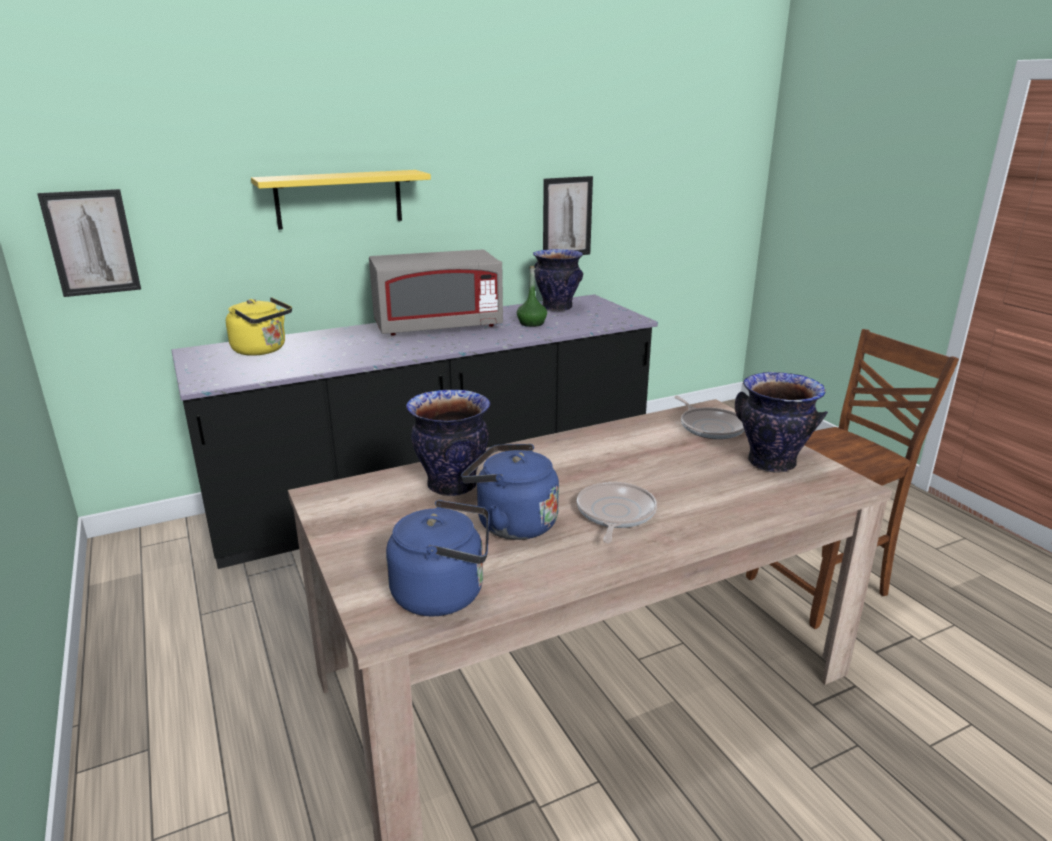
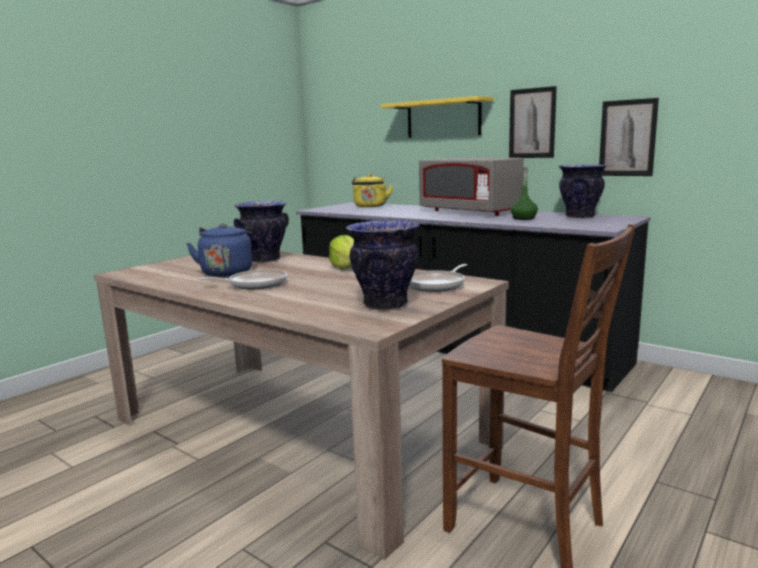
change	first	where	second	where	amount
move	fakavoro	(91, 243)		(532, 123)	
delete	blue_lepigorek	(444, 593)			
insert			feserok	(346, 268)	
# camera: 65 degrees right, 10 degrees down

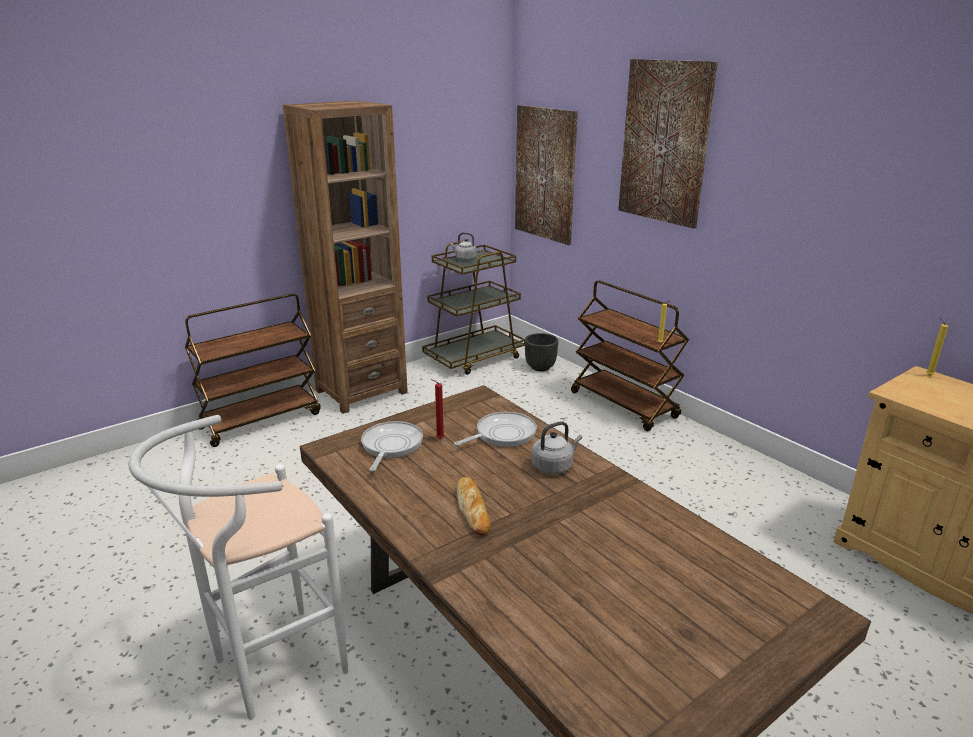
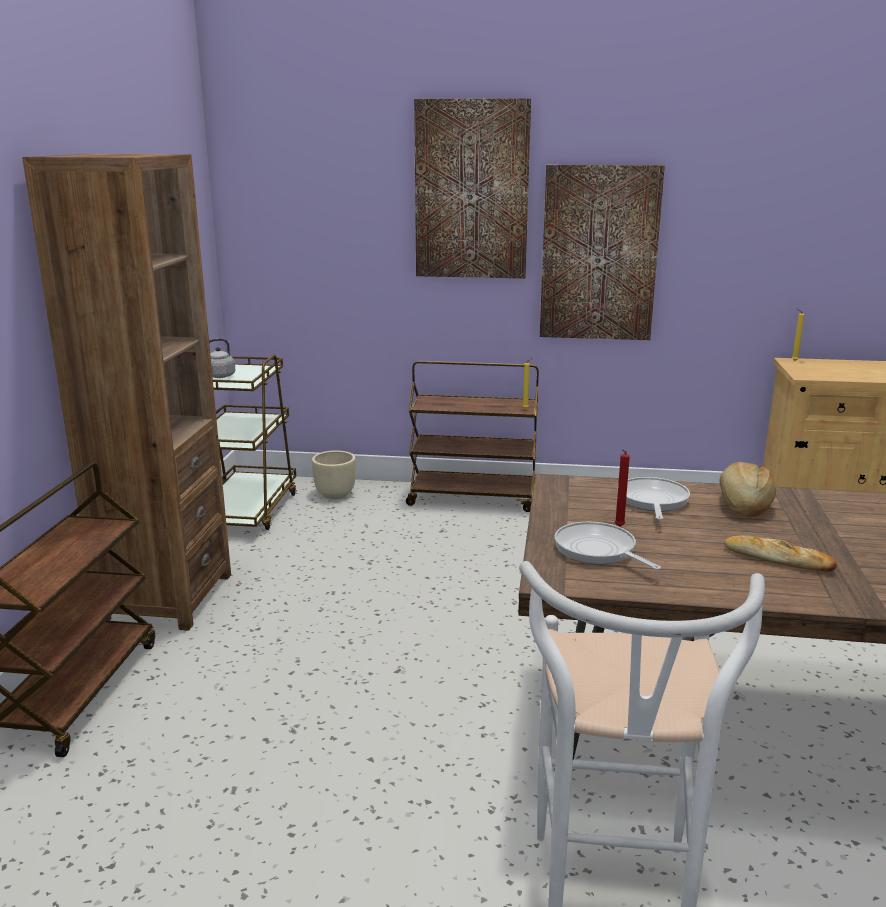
change	first	where	second	where	amount
move	fakavoro	(545, 174)		(599, 254)	
recolor	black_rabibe	(541, 367)	beige_rabibe	(335, 494)	
replace	grey_lepigorek	(554, 466)	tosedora	(743, 505)	
# camera: 45 degrees left, 5 degrees down

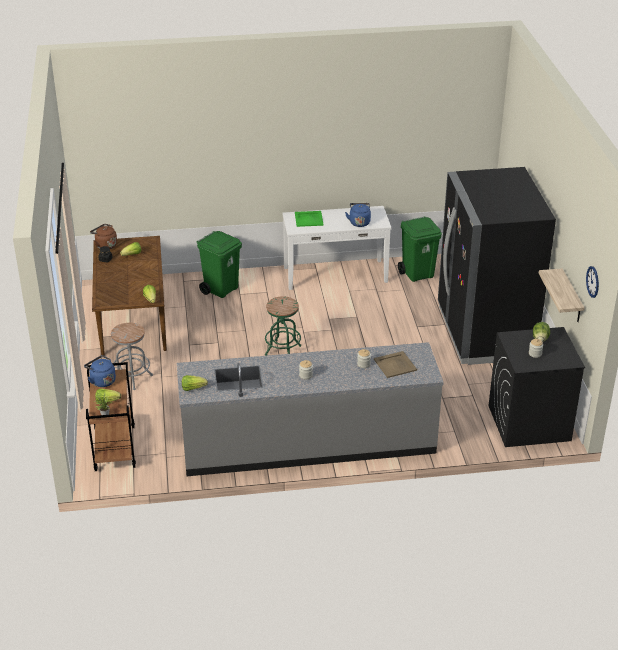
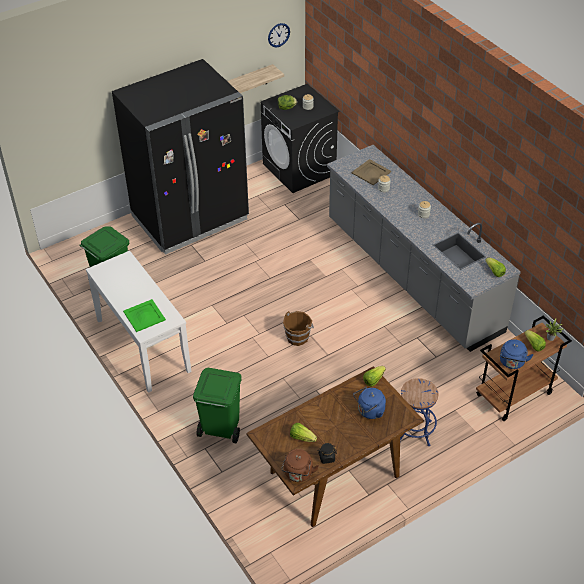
change	first	where	second	where	amount
move	blue_lepigorek	(359, 222)		(369, 411)	
replace	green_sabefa	(283, 350)	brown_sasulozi	(298, 337)	
recolor	grey_sabefa	(132, 377)	blue_sabefa	(414, 431)	
# camera: 115 degrees left, 10 degrees up

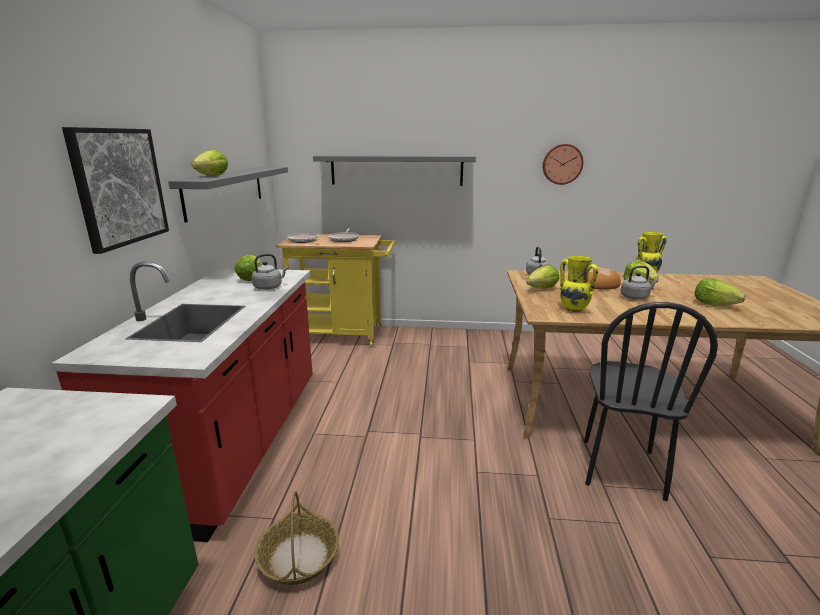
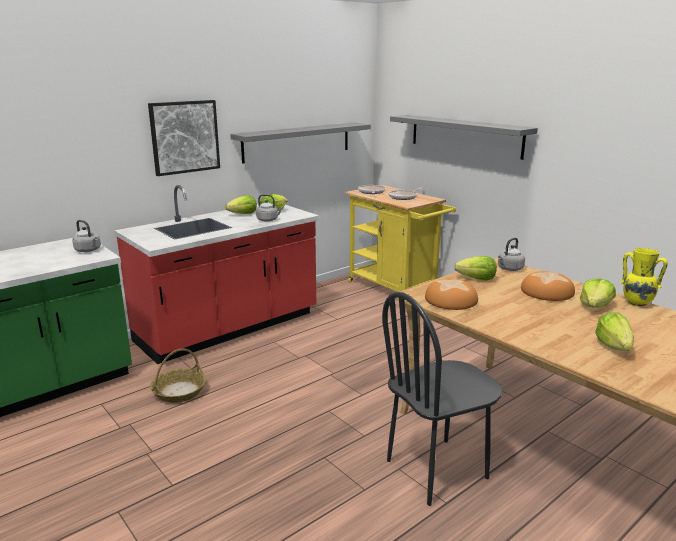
change	first	where	second	where	amount
delete	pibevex	(562, 164)			
move	feserok	(212, 176)		(243, 214)	
replace	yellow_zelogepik	(573, 309)	tosedora	(451, 300)	
move	grey_lepigorek	(635, 297)		(88, 250)	
# camera: 45 degrees right, 0 degrees up

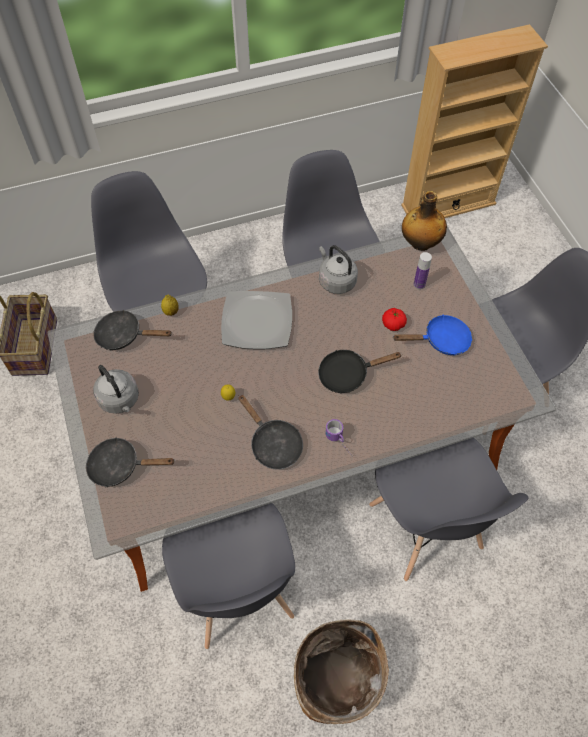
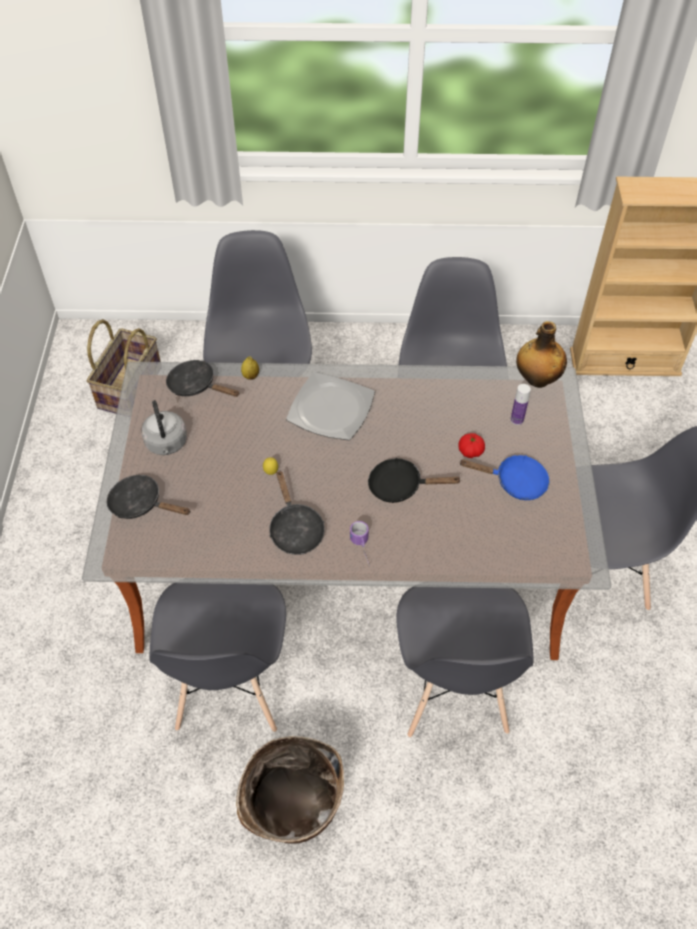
change	first	where	second	where	amount
delete	grey_lepigorek	(335, 281)			
# camera: 20 degrees right, 5 degrees down

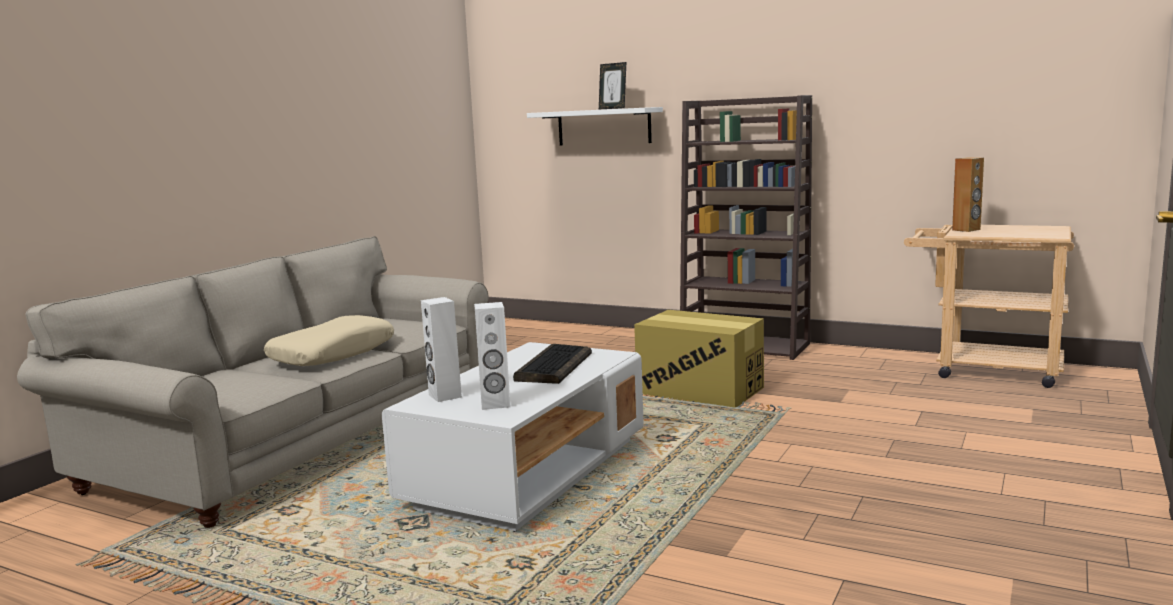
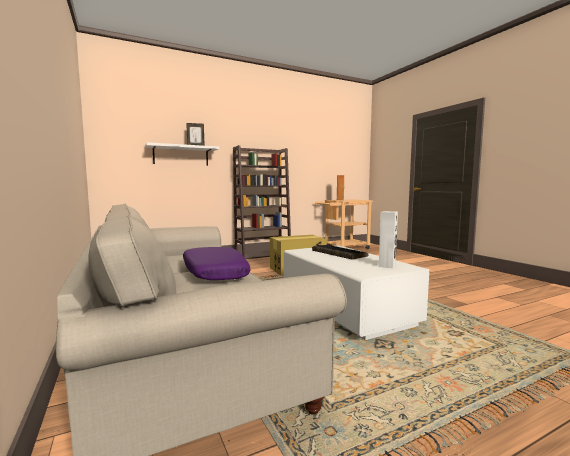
change	first	where	second	where	amount
delete	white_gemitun	(444, 396)			
recolor	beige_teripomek	(332, 354)	purple_teripomek	(213, 273)	
# camera: 55 degrees left, 5 degrees down

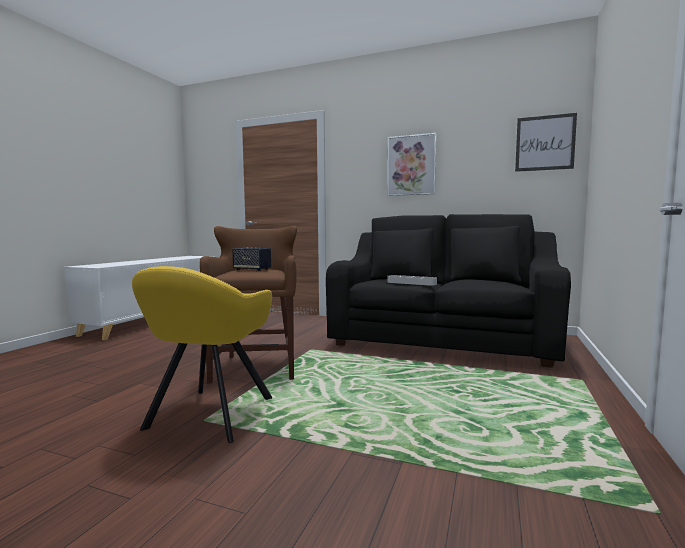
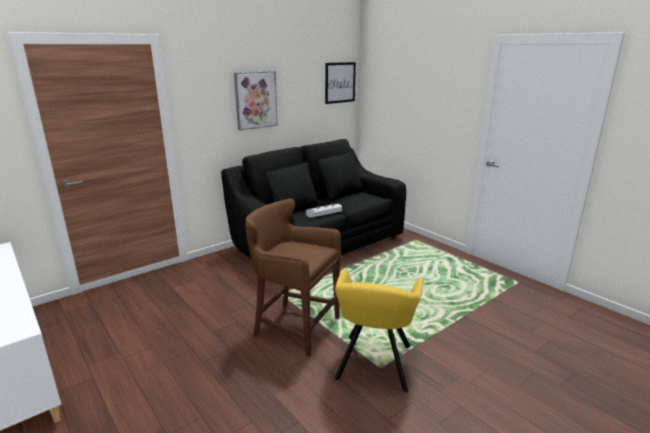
change	first	where	second	where	amount
delete	gemitun	(252, 269)			
rotate	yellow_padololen	(207, 416)		(373, 365)	60 degrees clockwise
# camera: 60 degrees left, 15 degrees up

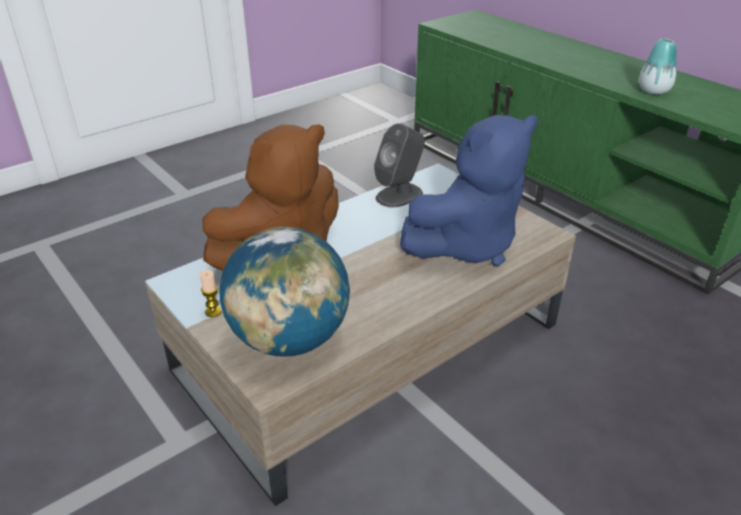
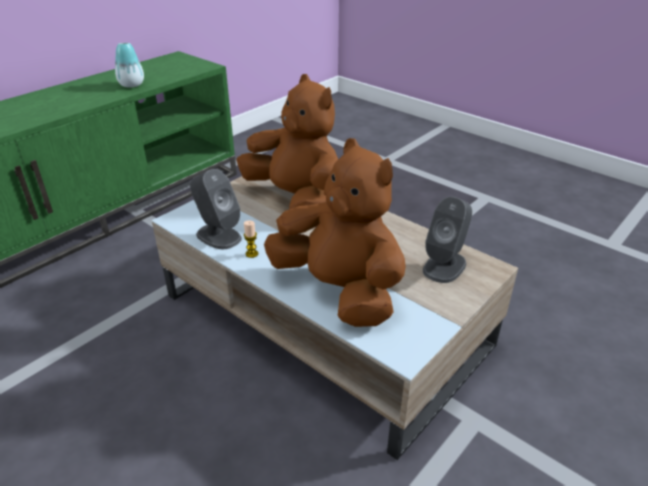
change	first	where	second	where	amount
recolor	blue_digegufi	(467, 245)	brown_digegufi	(296, 200)	
replace	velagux	(289, 339)	grey_gemitun	(444, 266)	
move	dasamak	(213, 312)		(252, 254)	
# camera: 100 degrees left, 0 degrees up

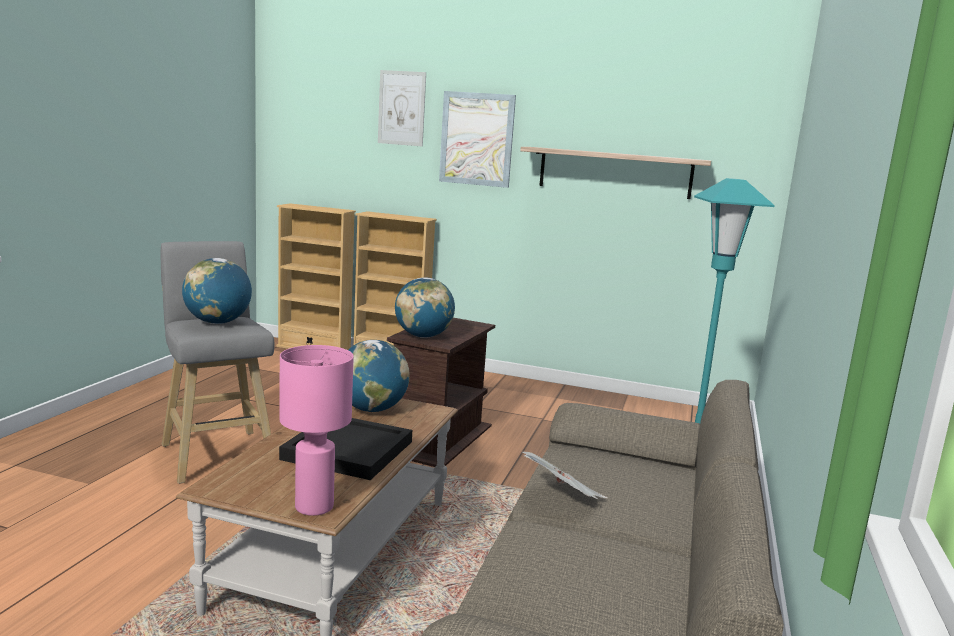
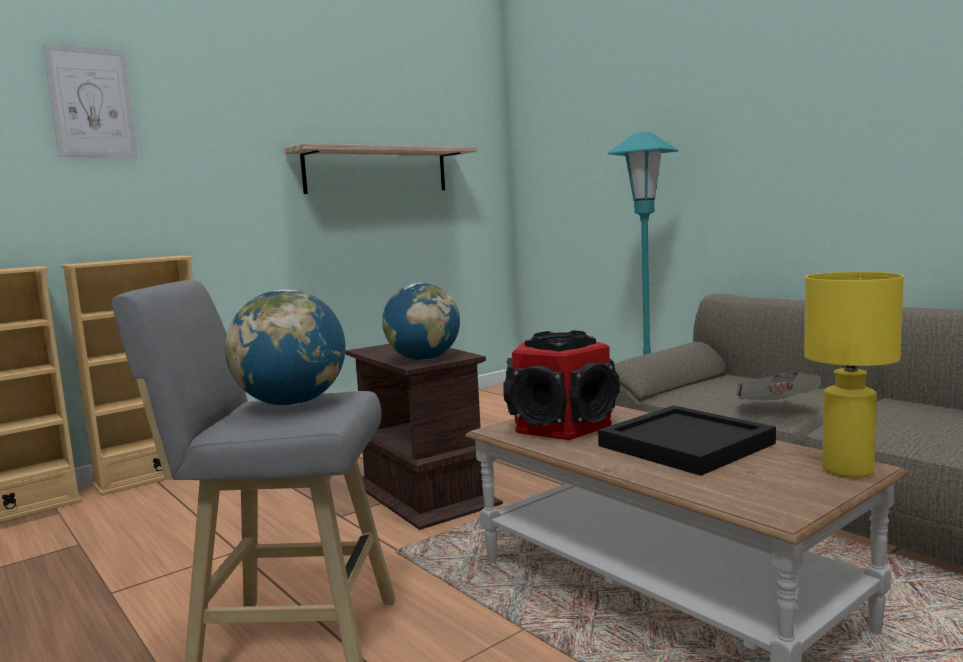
change	first	where	second	where	amount
delete	fakavoro	(477, 139)			
replace	velagux	(372, 409)	gemitun	(561, 425)	
recolor	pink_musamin	(315, 506)	yellow_musamin	(847, 470)	
# camera: 55 degrees left, 5 degrees down

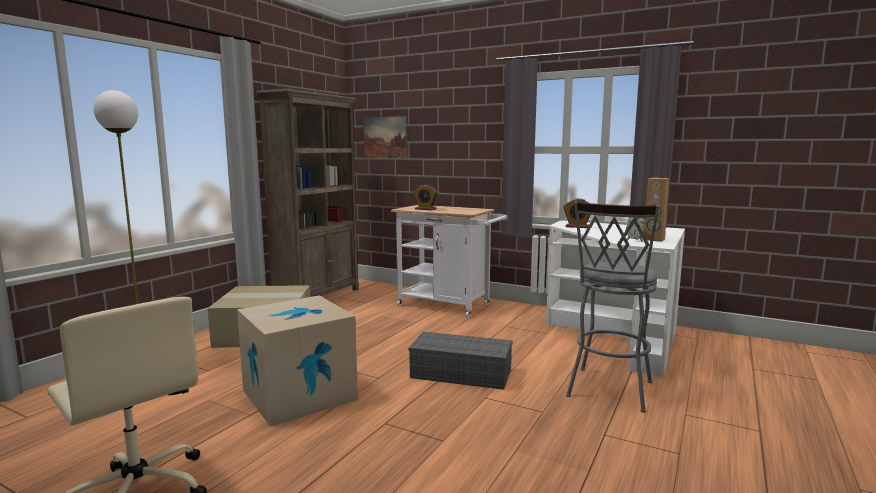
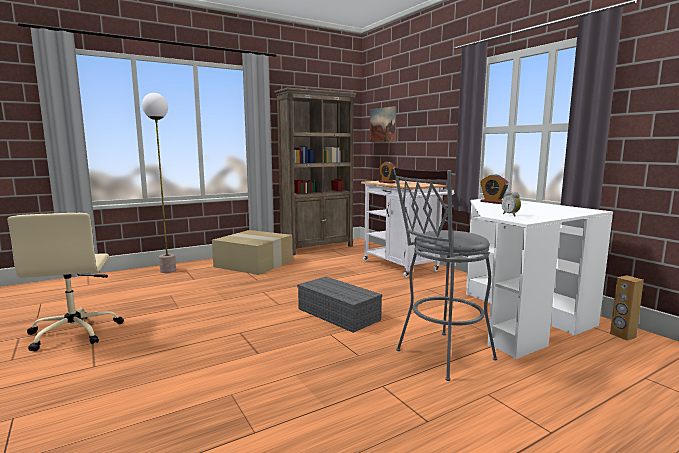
change	first	where	second	where	amount
move	brown_gemitun	(654, 239)		(622, 335)	
delete	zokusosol	(299, 395)			
# camera: 30 degrees right, 0 degrees up

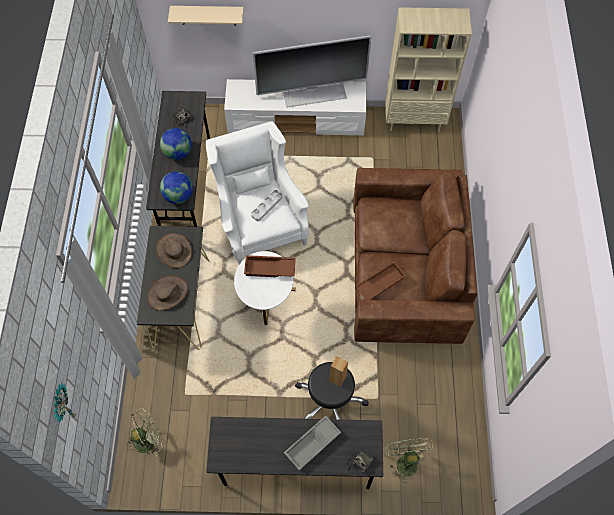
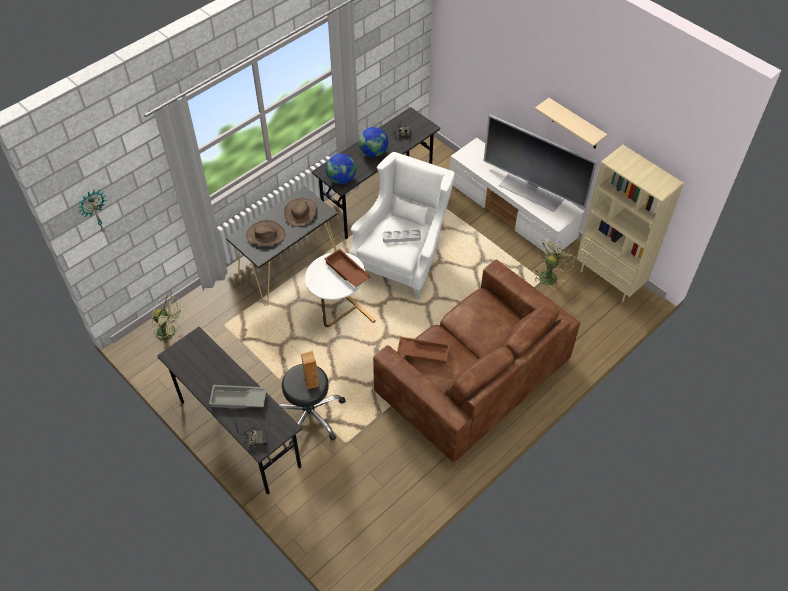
change	first	where	second	where	amount
move	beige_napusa	(208, 15)		(575, 125)	
move	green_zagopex	(404, 460)		(549, 275)	
# camera: 45 degrees right, 10 degrees down

